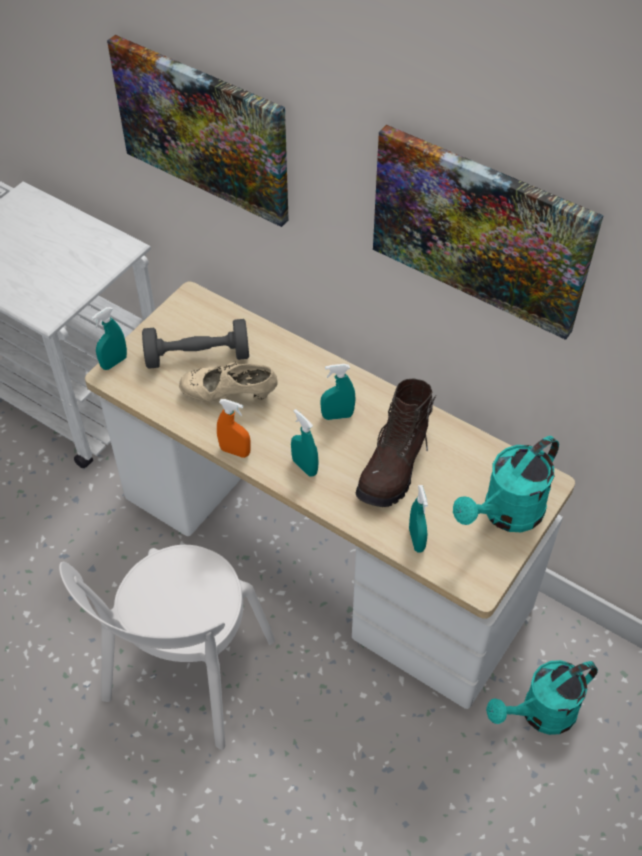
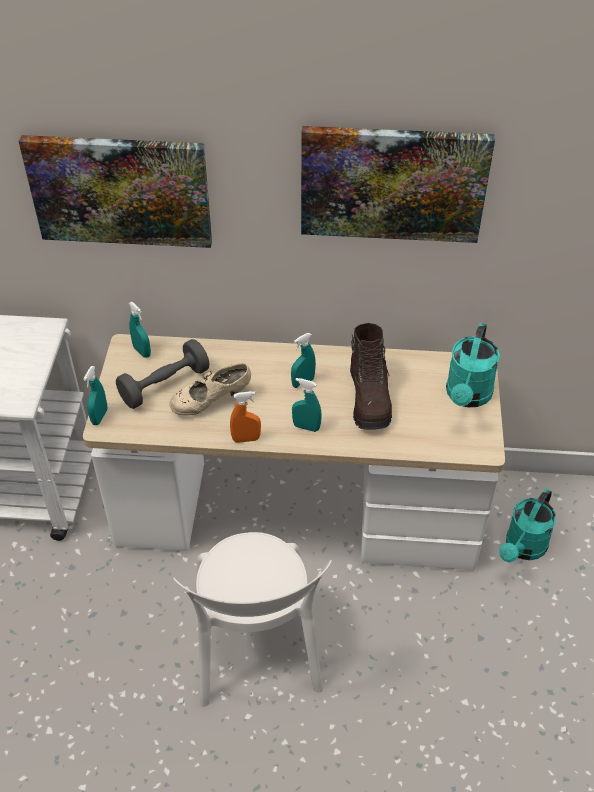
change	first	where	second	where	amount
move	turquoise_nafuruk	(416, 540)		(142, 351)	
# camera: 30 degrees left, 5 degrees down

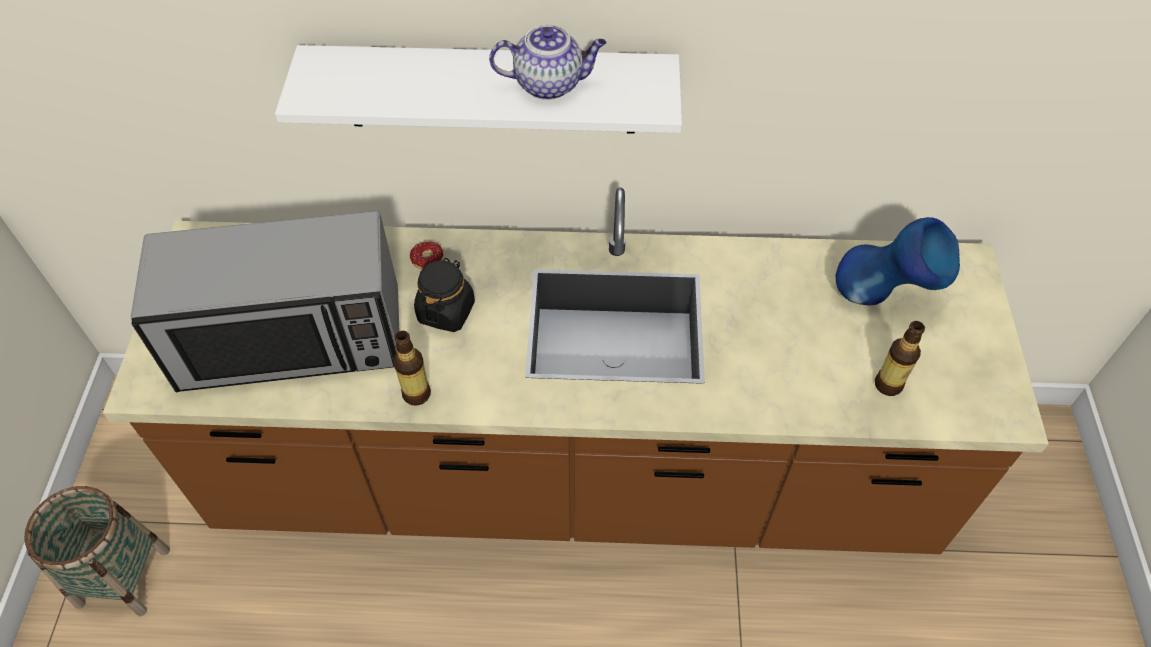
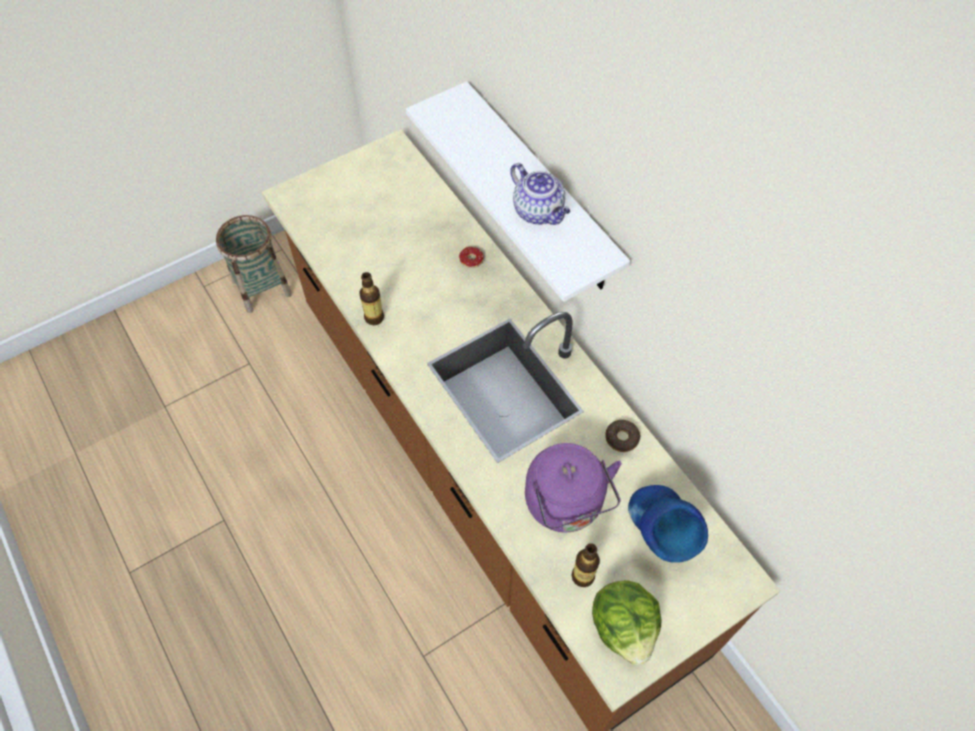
change	first	where	second	where	amount
delete	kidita	(292, 339)			
delete	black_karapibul	(446, 311)			
insert			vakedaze	(621, 438)	
insert			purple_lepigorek	(566, 505)	
insert			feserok	(624, 627)	
# camera: 55 degrees right, 5 degrees up

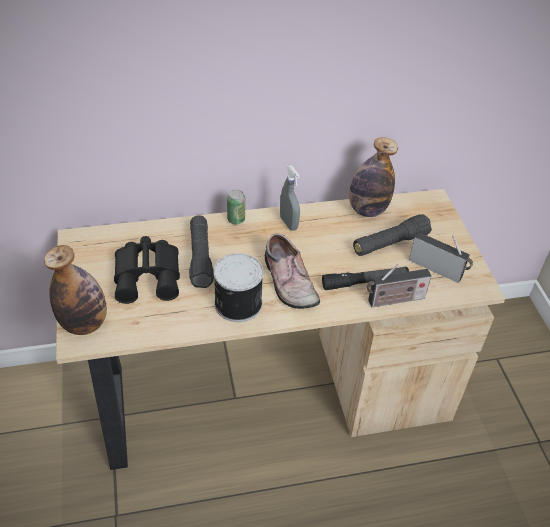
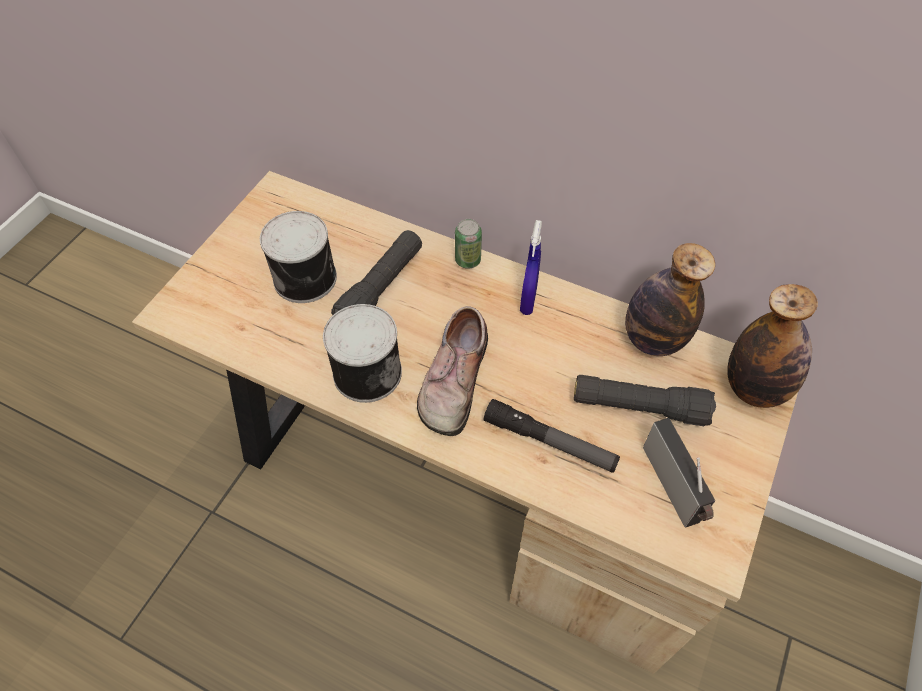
change	first	where	second	where	amount
recolor	grey_nafuruk	(288, 223)	blue_nafuruk	(528, 300)	
replace	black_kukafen	(149, 275)	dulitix	(307, 278)	
move	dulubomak	(84, 323)		(754, 388)	
delete	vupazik	(394, 300)			
# camera: 40 degrees right, 10 degrees up

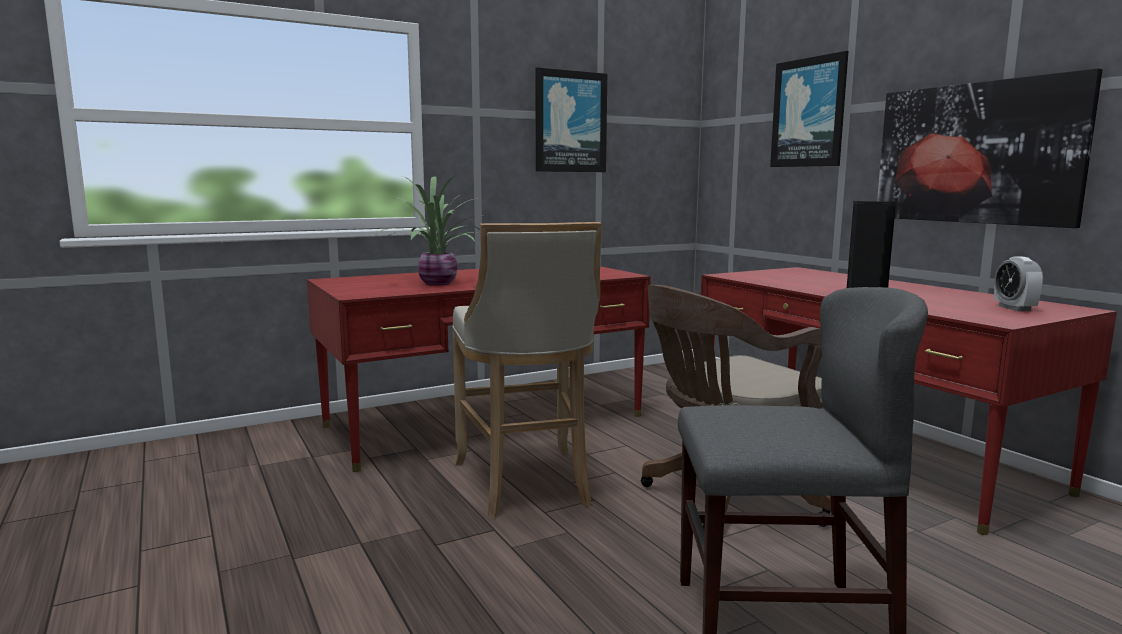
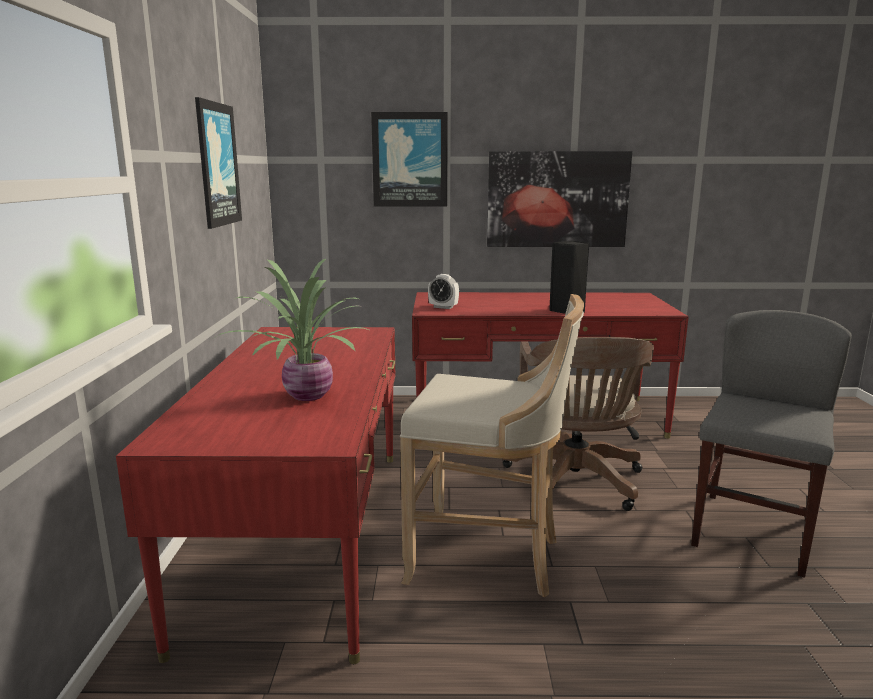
change	first	where	second	where	amount
move	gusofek	(1014, 308)		(443, 307)	
# camera: 60 degrees left, 5 degrees up

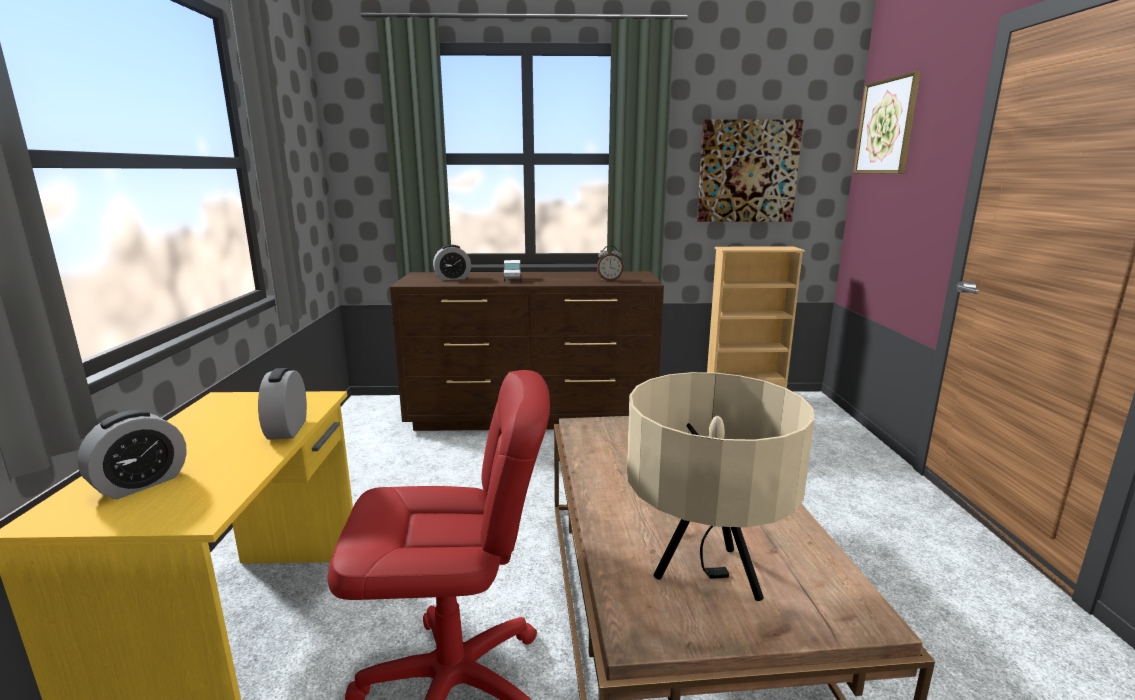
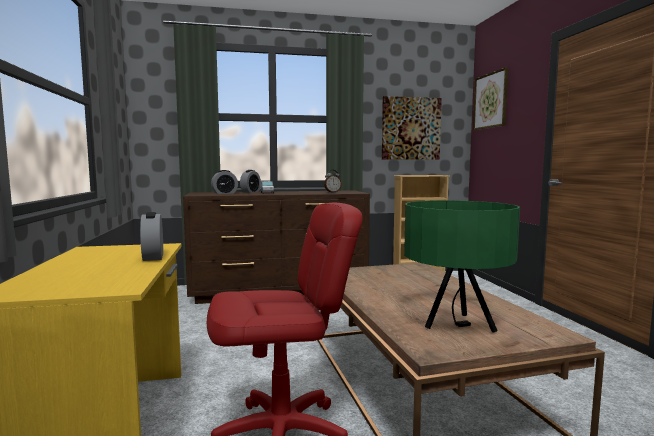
change	first	where	second	where	amount
recolor	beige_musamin	(704, 575)	green_musamin	(455, 326)	
move	gusofek	(141, 484)		(250, 192)	
# camera: 10 degrees left, 10 degrees down

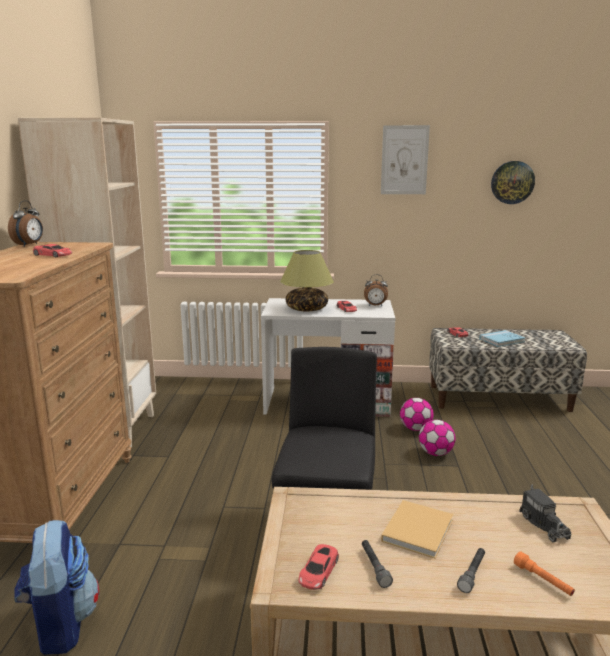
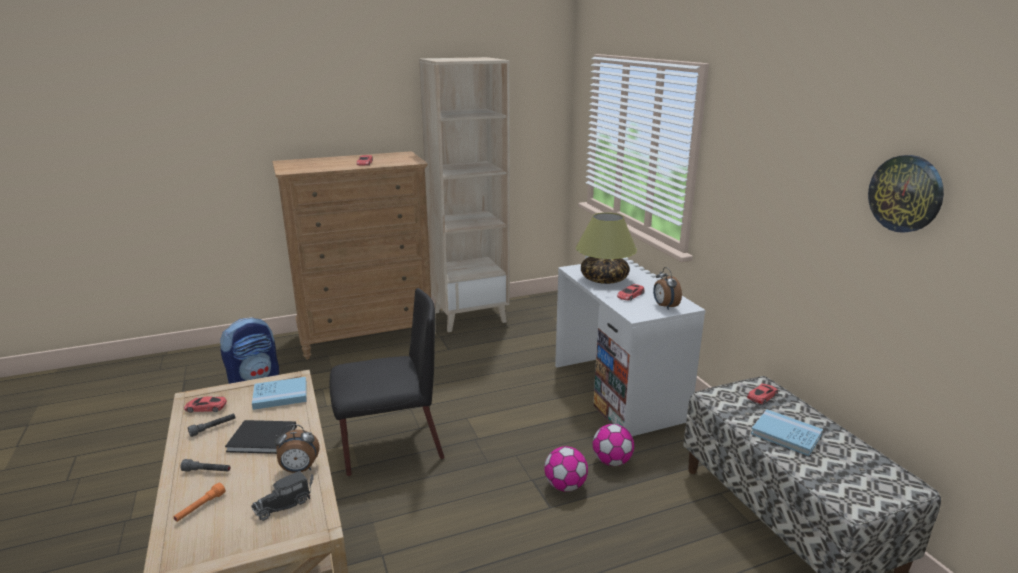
change	first	where	second	where	amount
delete	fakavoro	(404, 160)			
move	gusofek	(29, 245)		(299, 470)	
recolor	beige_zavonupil	(418, 529)	black_zavonupil	(264, 439)	
insert			blue_zavonupil	(280, 395)	
# camera: 65 degrees right, 5 degrees up

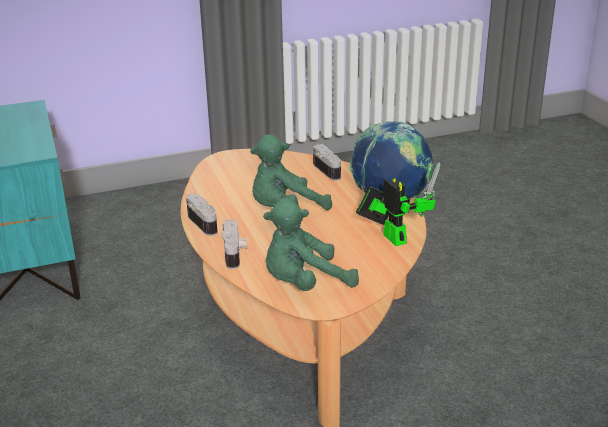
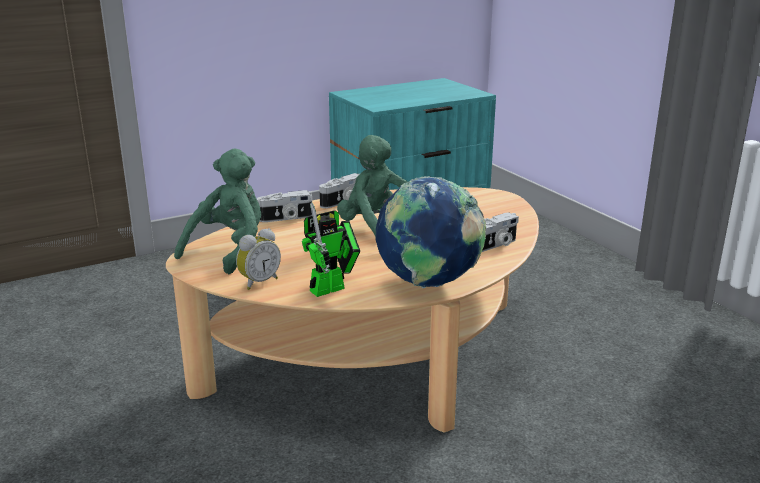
change	first	where	second	where	amount
rotate	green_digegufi	(304, 283)		(229, 250)	60 degrees clockwise
insert			gusofek	(258, 282)	
# camera: 80 degrees right, 5 degrees down

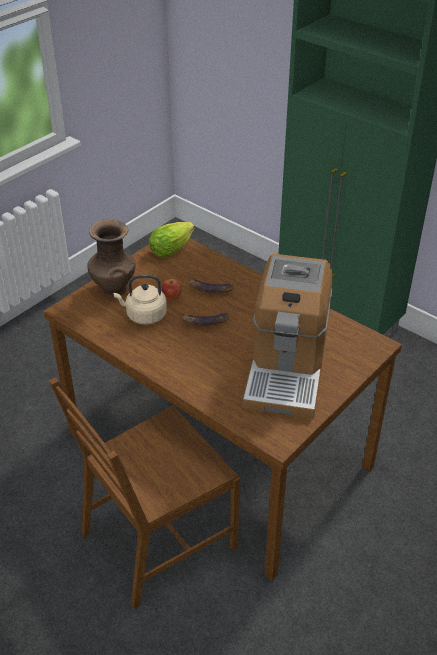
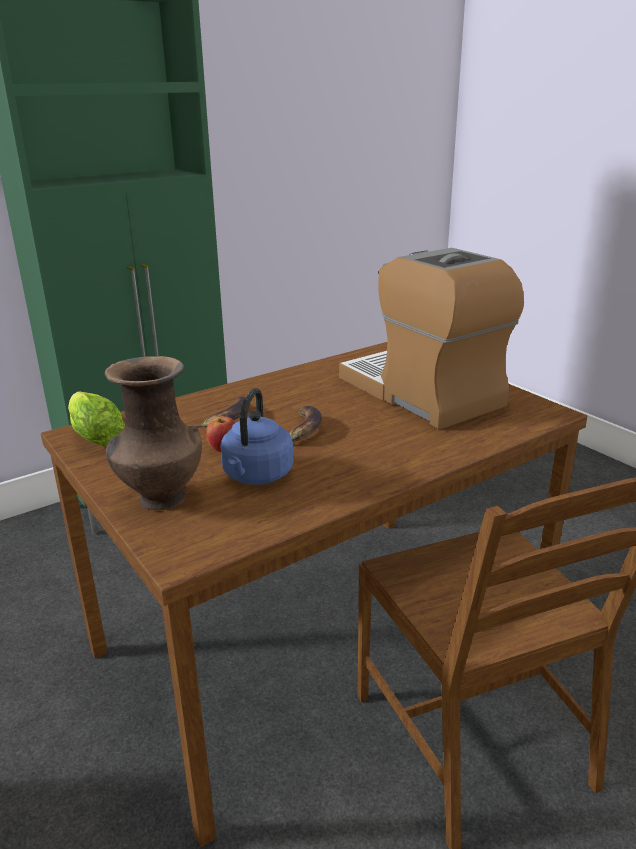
change	first	where	second	where	amount
rotate	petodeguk	(286, 369)		(422, 393)	150 degrees counterclockwise
recolor	beige_lepigorek	(144, 316)	blue_lepigorek	(256, 476)	
# camera: 75 degrees left, 15 degrees down

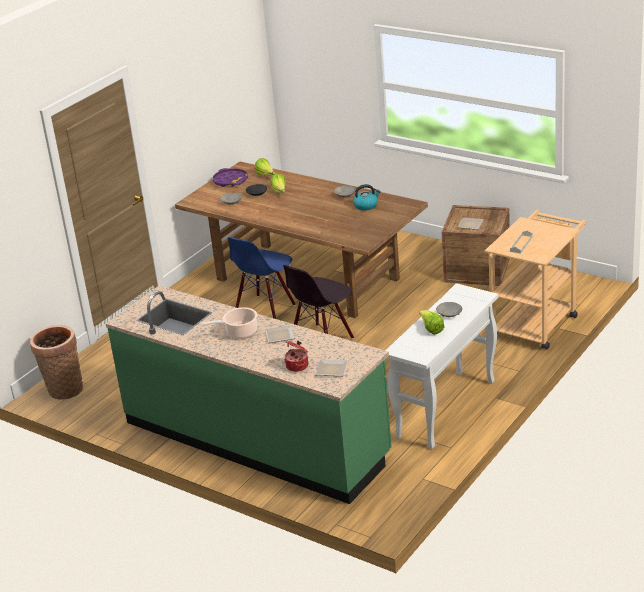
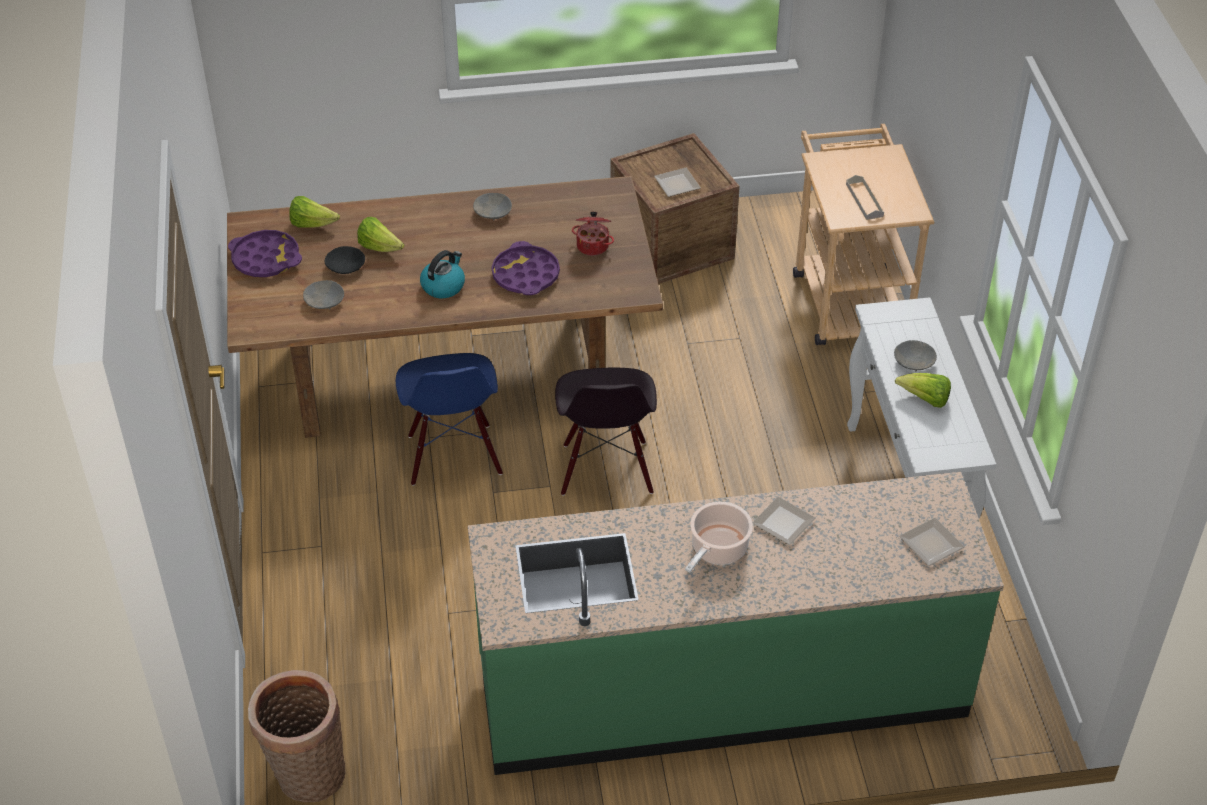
change	first	where	second	where	amount
move	lepigorek	(366, 206)		(443, 286)	
move	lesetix	(298, 366)		(593, 245)	
insert			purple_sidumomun	(525, 275)	
# camera: 45 degrees left, 15 degrees up

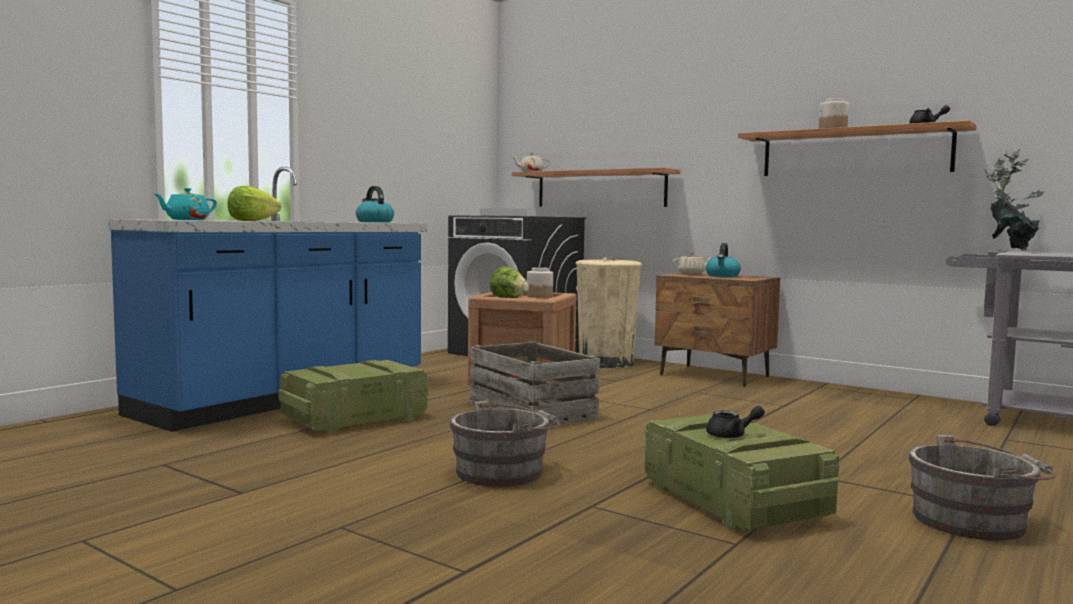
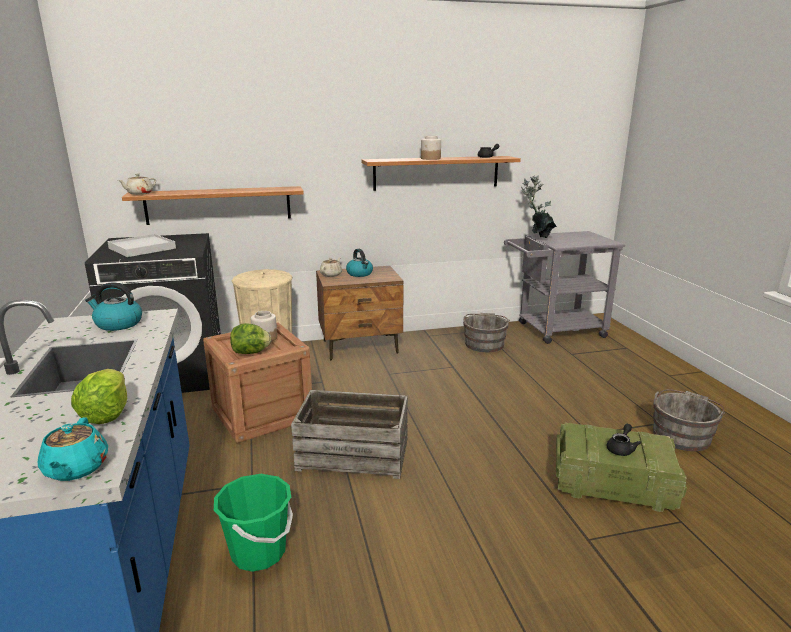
change	first	where	second	where	amount
replace	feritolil	(356, 419)	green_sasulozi	(259, 552)	
move	grey_sasulozi	(504, 472)		(484, 343)	
# camera: 50 degrees left, 15 degrees up

